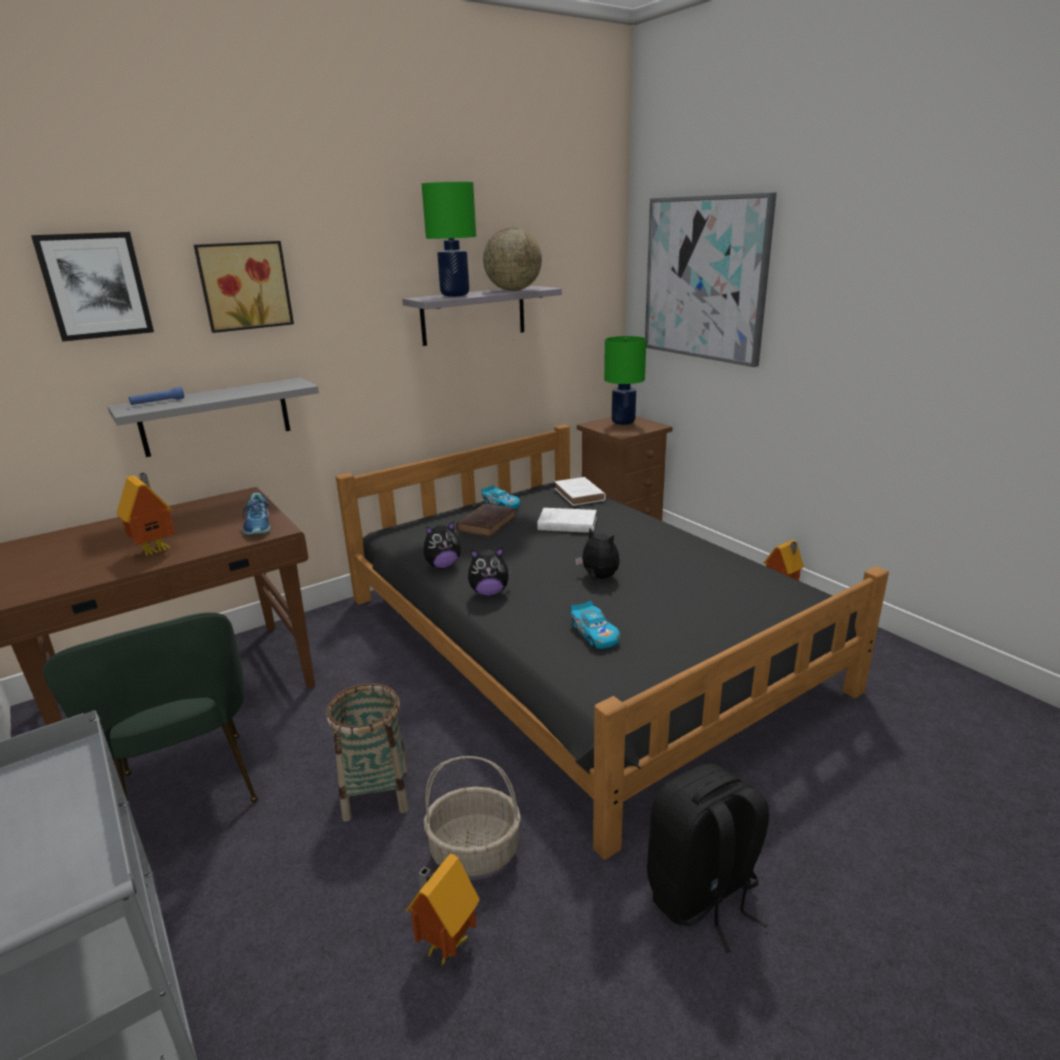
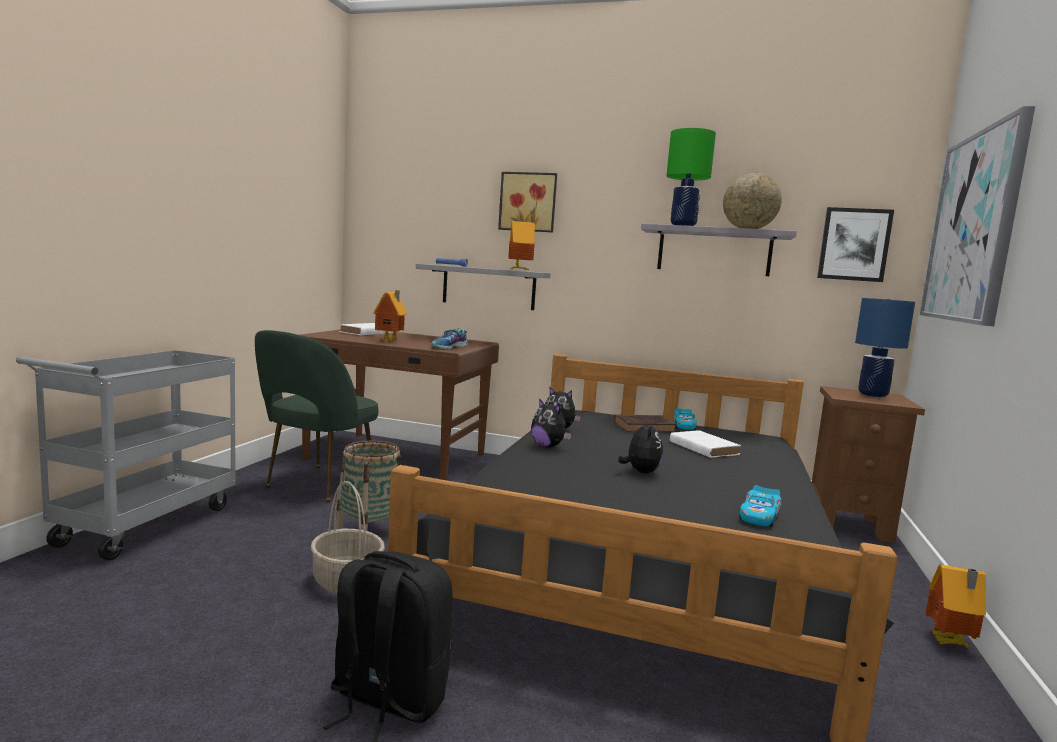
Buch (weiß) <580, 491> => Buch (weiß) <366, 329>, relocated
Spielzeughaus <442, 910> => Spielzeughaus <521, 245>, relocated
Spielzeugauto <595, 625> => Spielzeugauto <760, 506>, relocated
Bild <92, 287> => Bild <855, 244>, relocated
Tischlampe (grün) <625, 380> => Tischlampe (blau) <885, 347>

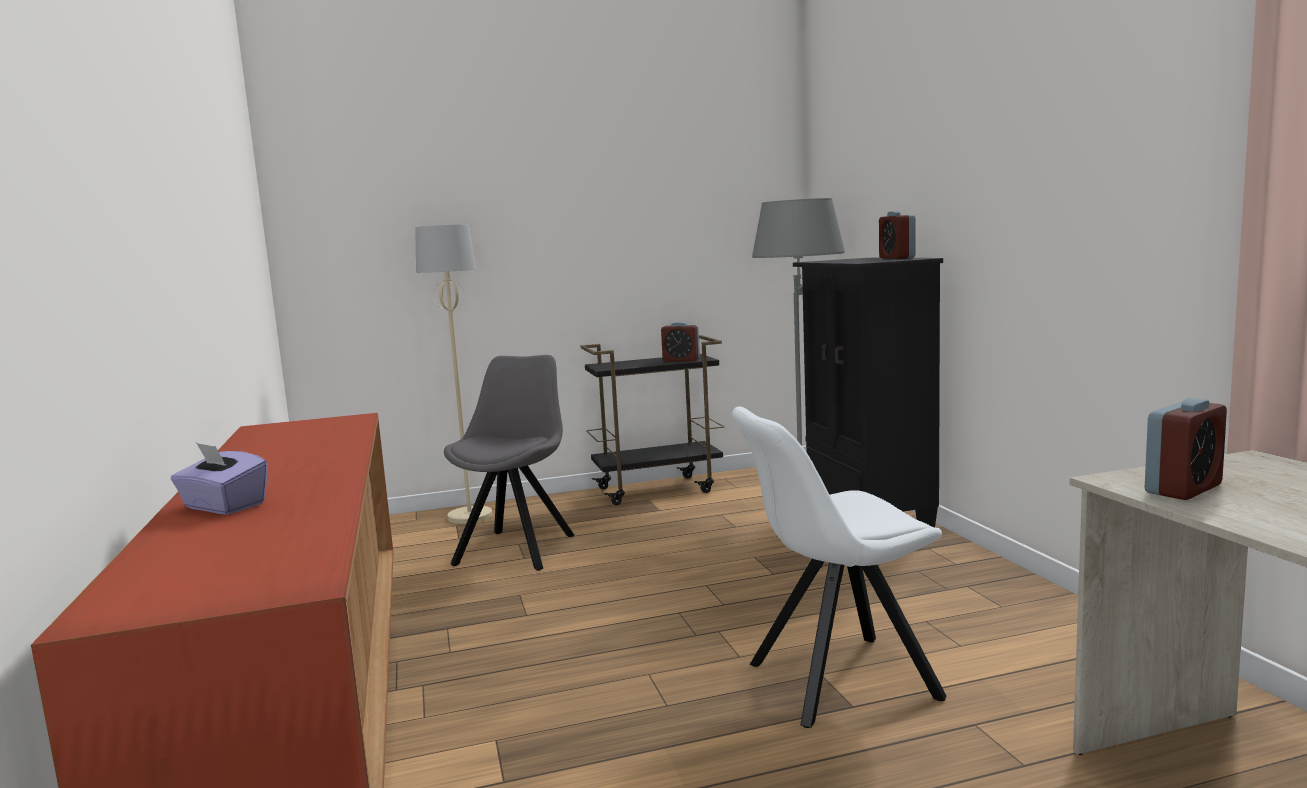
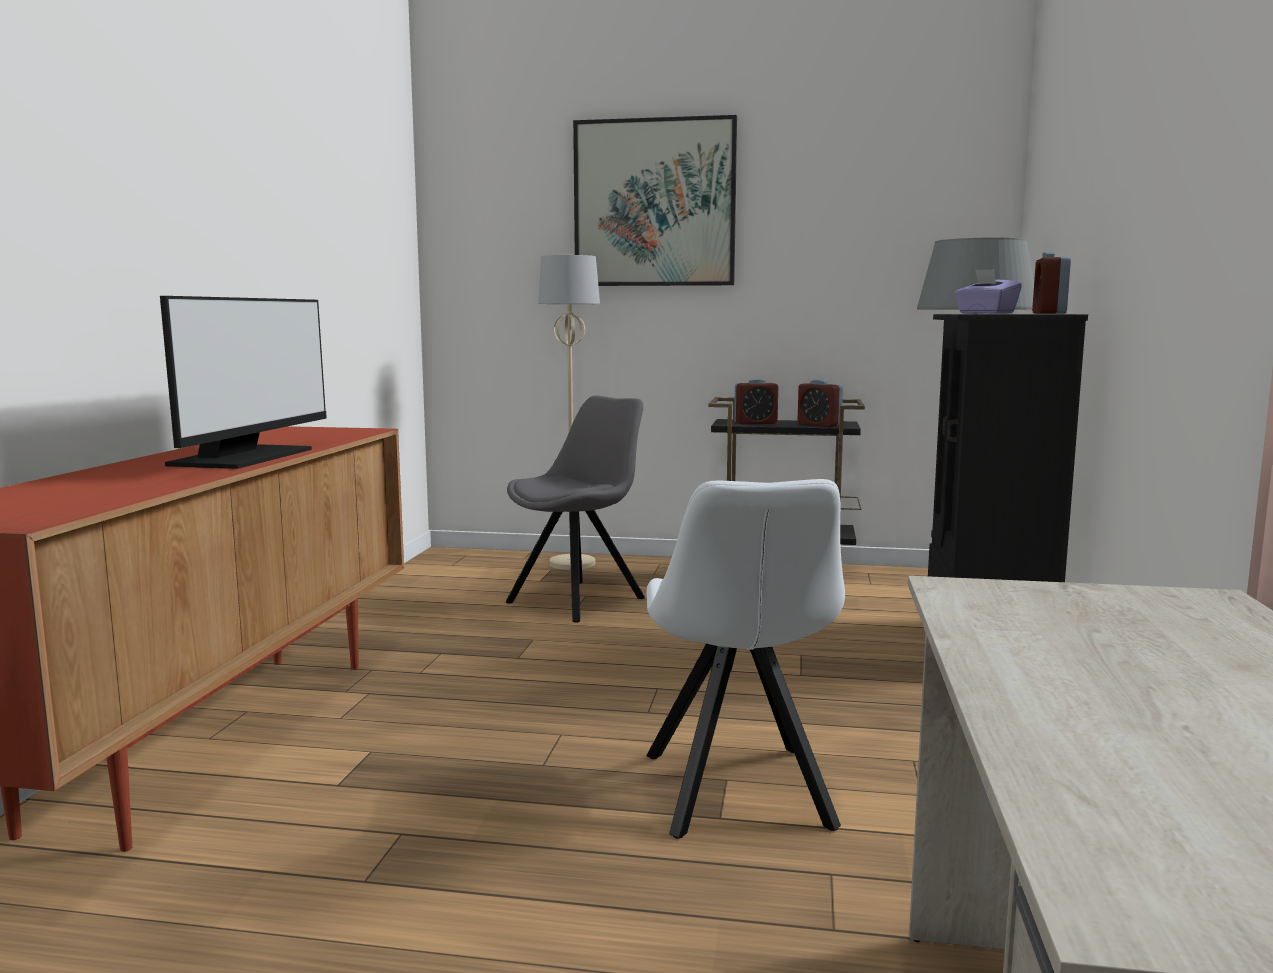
nothing => Monitor <243, 382>
nothing => Bild <655, 200>
Stuhl (weiß) <839, 567> => Stuhl (weiß) <745, 659>, 105 degrees counterclockwise
Wecker <1186, 449> => Wecker <756, 401>, relocated
Taschentuchbox (lila) <219, 479> => Taschentuchbox (lila) <988, 291>, relocated

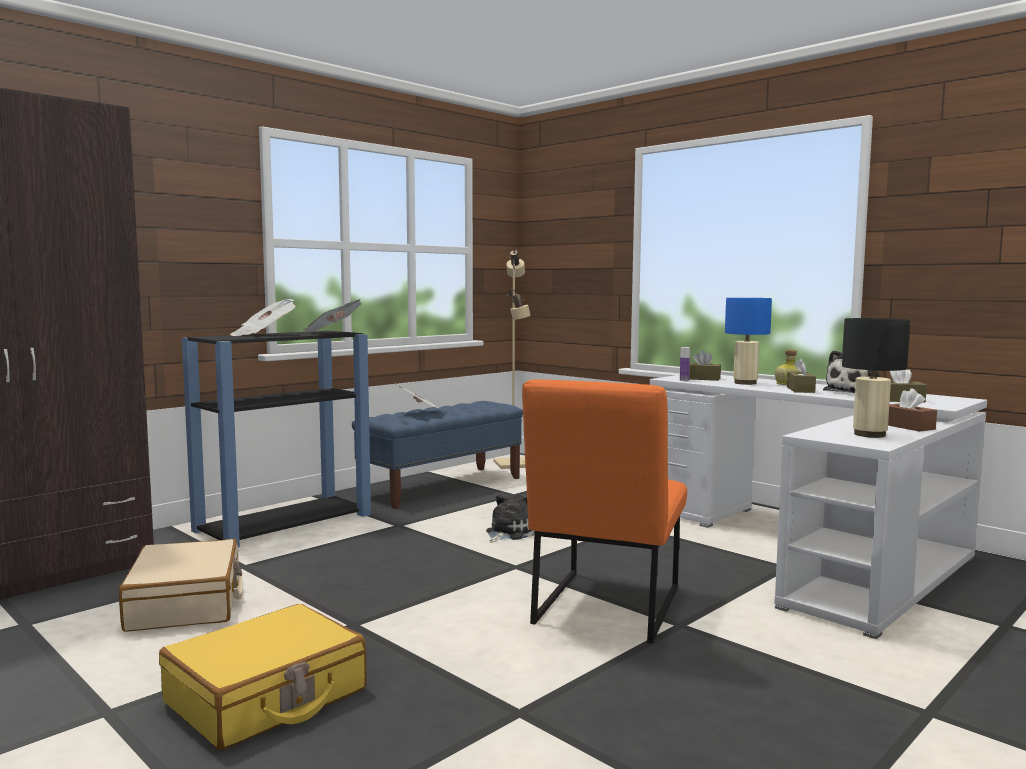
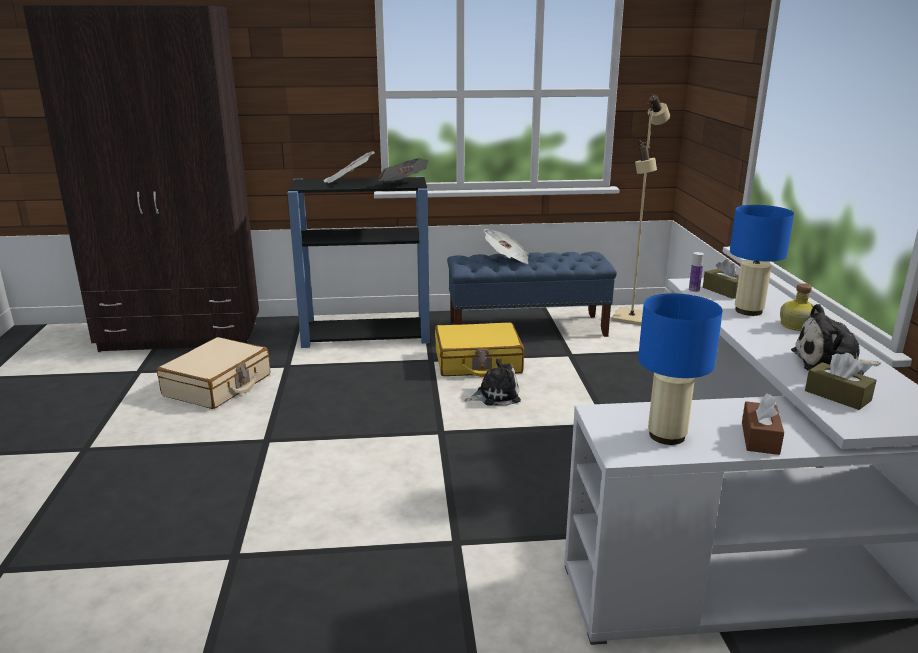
Koffer (gelb) <263, 677> => Koffer (gelb) <479, 349>, relocated
Tischlampe (schwarz) <876, 378> => Tischlampe (blau) <680, 369>
Stuhl (orange) <604, 511> => nothing
Taschentuchbox (braun) <801, 375> => nothing

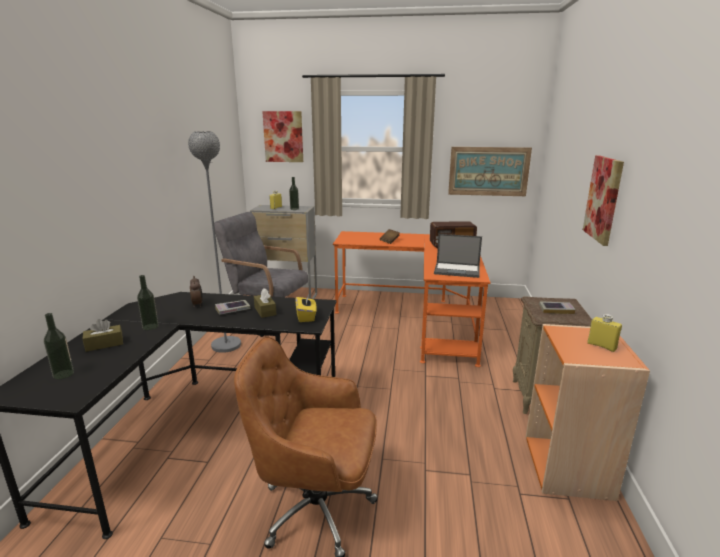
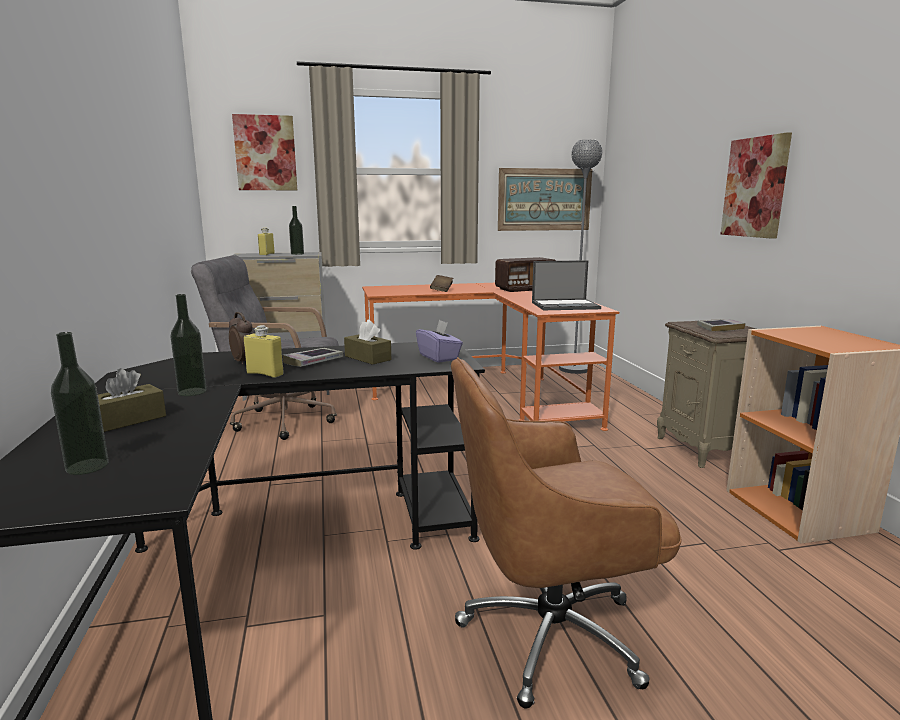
Flasche (gelb) <604, 333> => Flasche (gelb) <264, 351>, relocated
Taschentuchbox (gelb) <306, 307> => Taschentuchbox (lila) <439, 341>
Stehlampe (grau) <214, 242> => Stehlampe (grau) <580, 256>, relocated

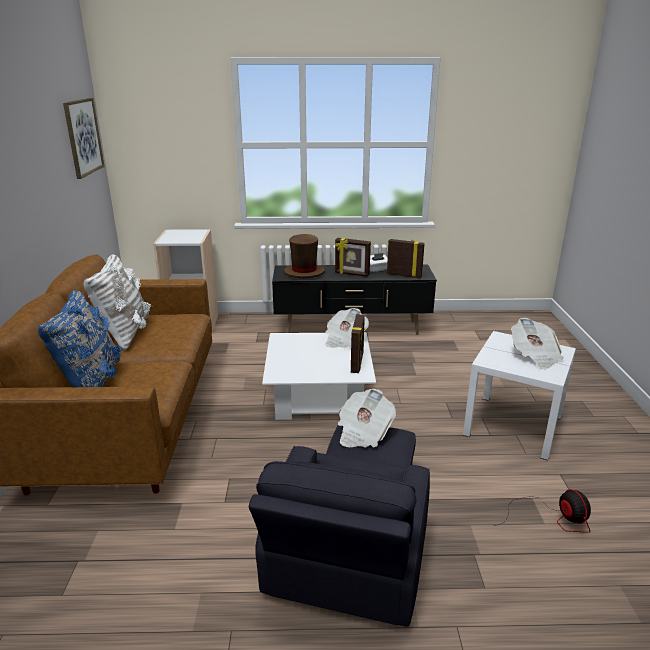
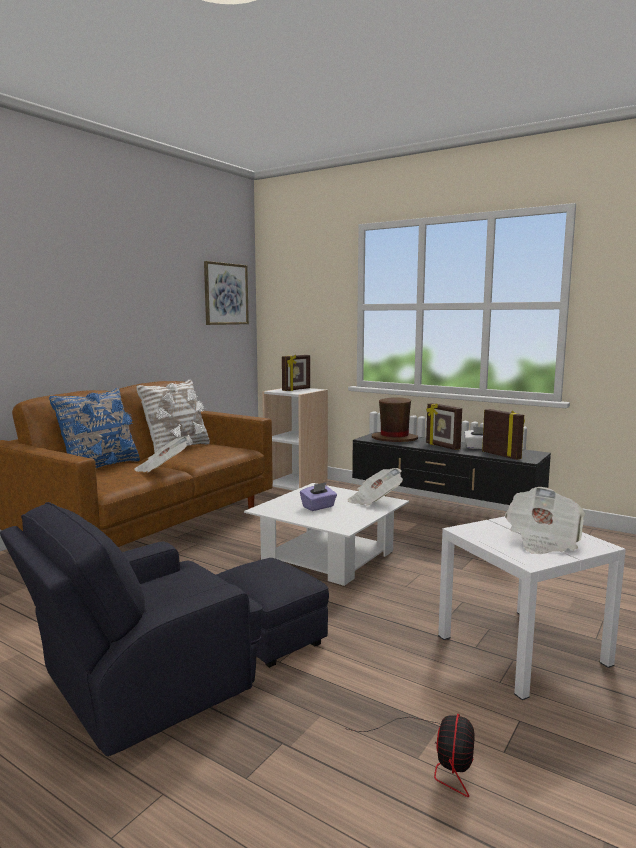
Zeitung <367, 418> => Zeitung <162, 454>, relocated
Bilderrahmen <358, 343> => Bilderrahmen <296, 373>, relocated
nothing => Taschentuchbox (lila) <318, 496>

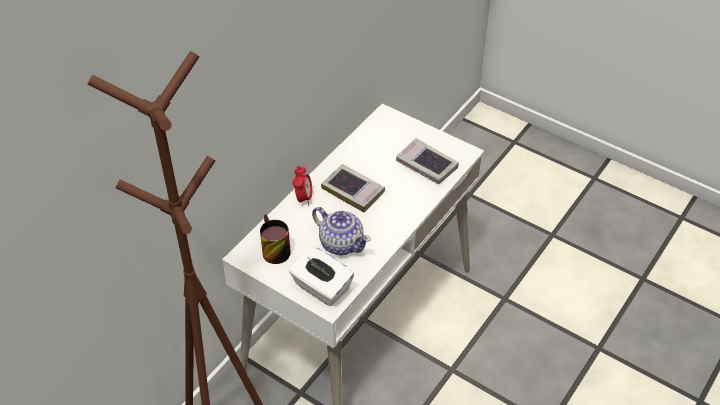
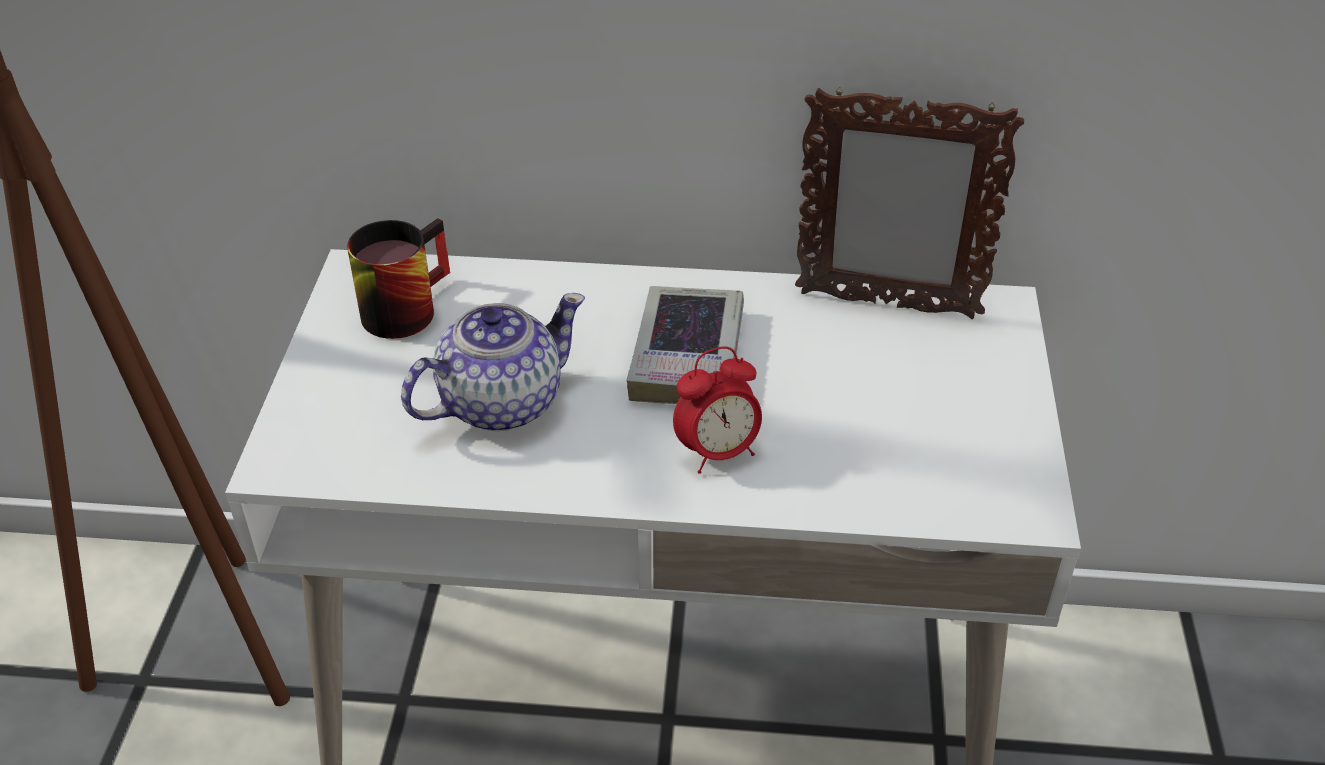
Teekanne <341, 231> => Teekanne <493, 362>, 135 degrees counterclockwise
Wecker <302, 186> => Wecker <717, 410>, relocated
nothing => Bilderrahmen <909, 203>
Taschentuchbox (weiß) <321, 275> => nothing
Buch <427, 161> => nothing

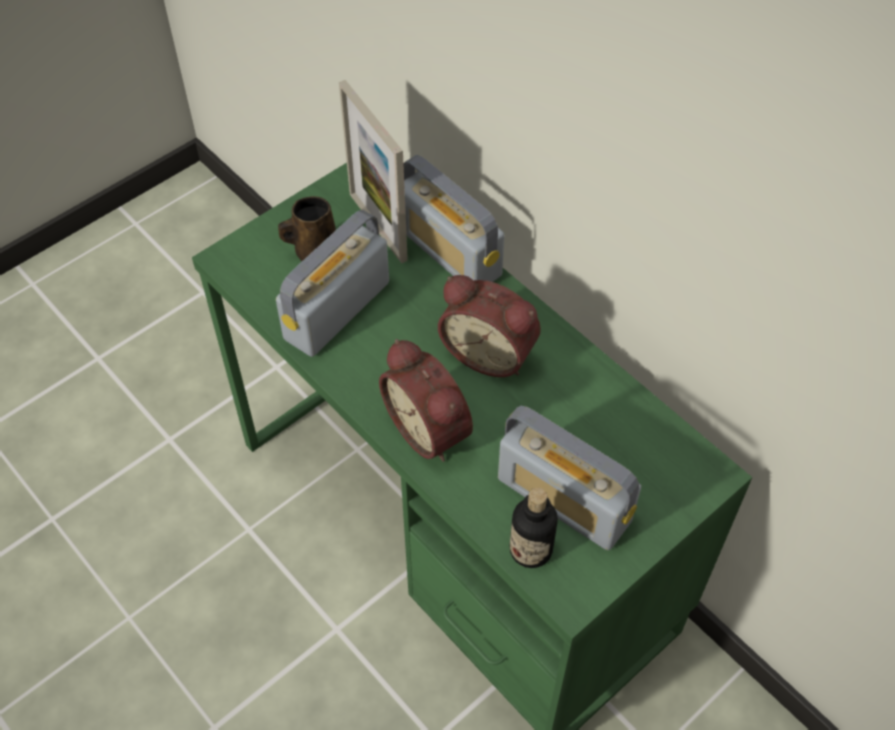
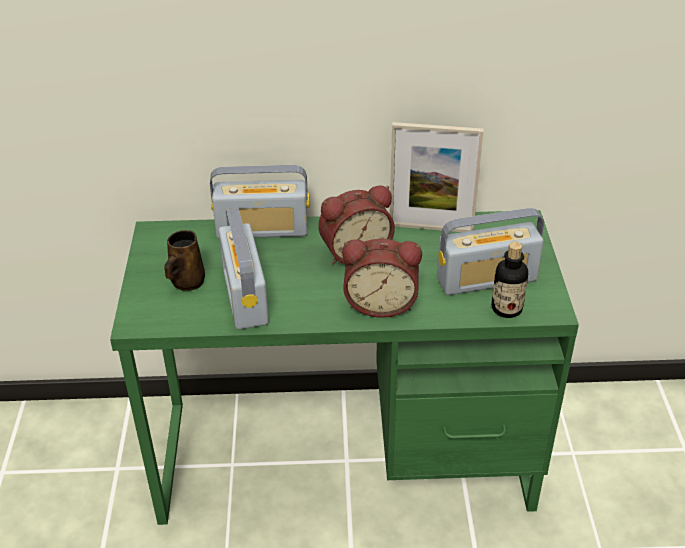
Bilderrahmen <373, 171> => Bilderrahmen <437, 177>, relocated

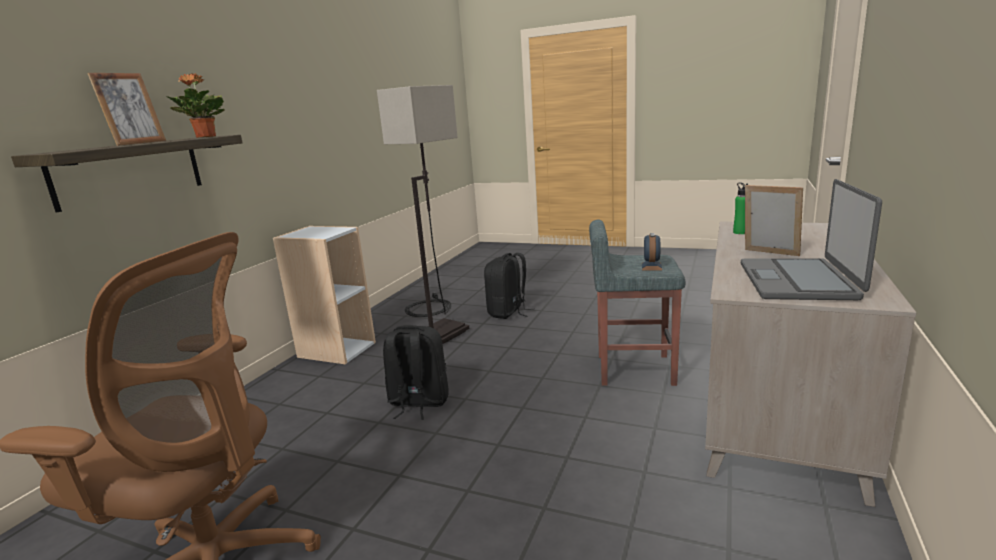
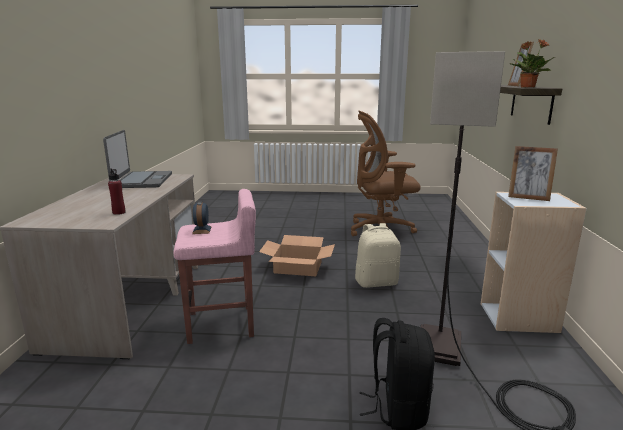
Flasche (grün) <740, 208> => Flasche (rot) <116, 191>
Hocker (grau) <637, 303> => Hocker (rosa) <215, 266>
nothing => Karton <297, 255>
Rucksack (schwarz) <416, 372> => Rucksack (beige) <378, 255>
Bilderrahmen <774, 220> => Bilderrahmen <533, 173>, relocated

